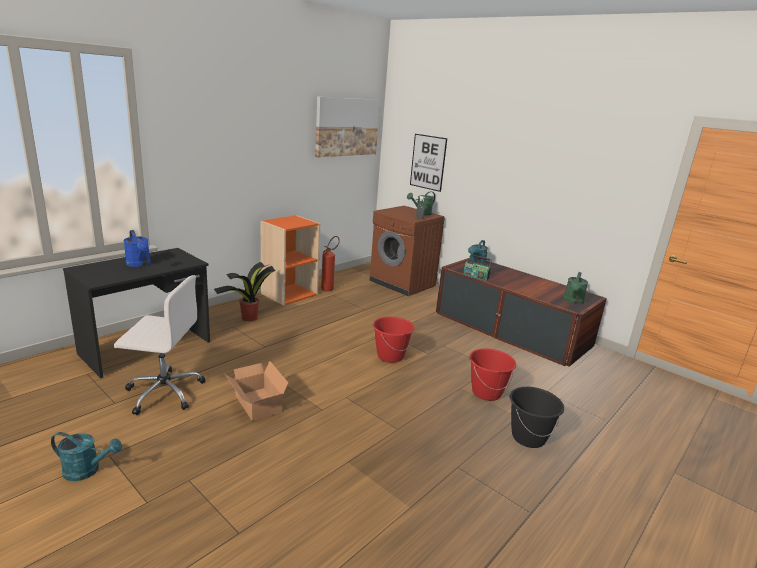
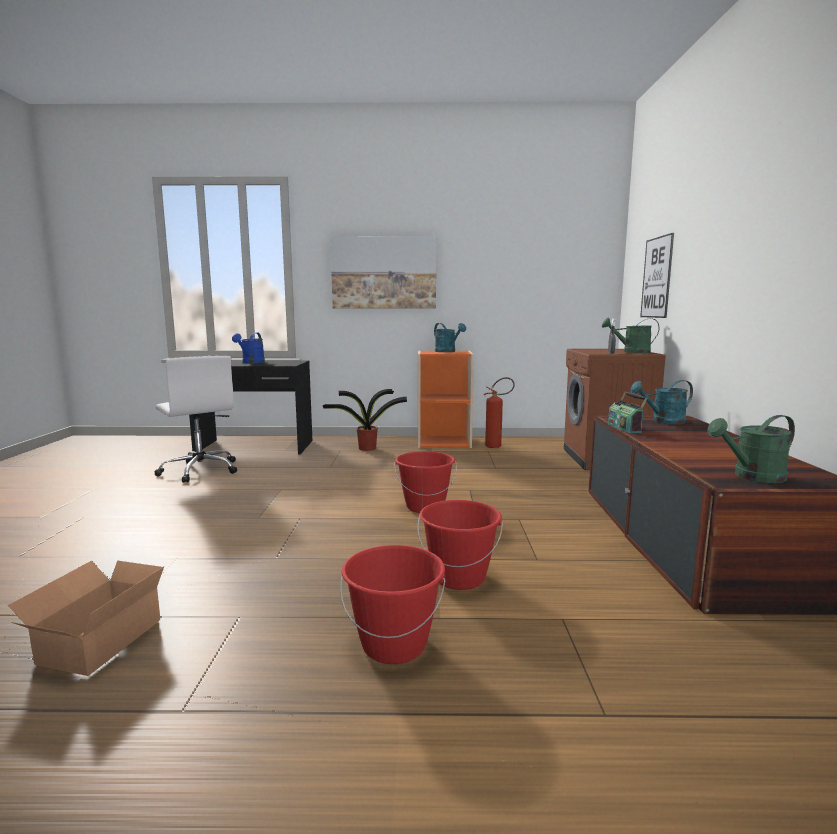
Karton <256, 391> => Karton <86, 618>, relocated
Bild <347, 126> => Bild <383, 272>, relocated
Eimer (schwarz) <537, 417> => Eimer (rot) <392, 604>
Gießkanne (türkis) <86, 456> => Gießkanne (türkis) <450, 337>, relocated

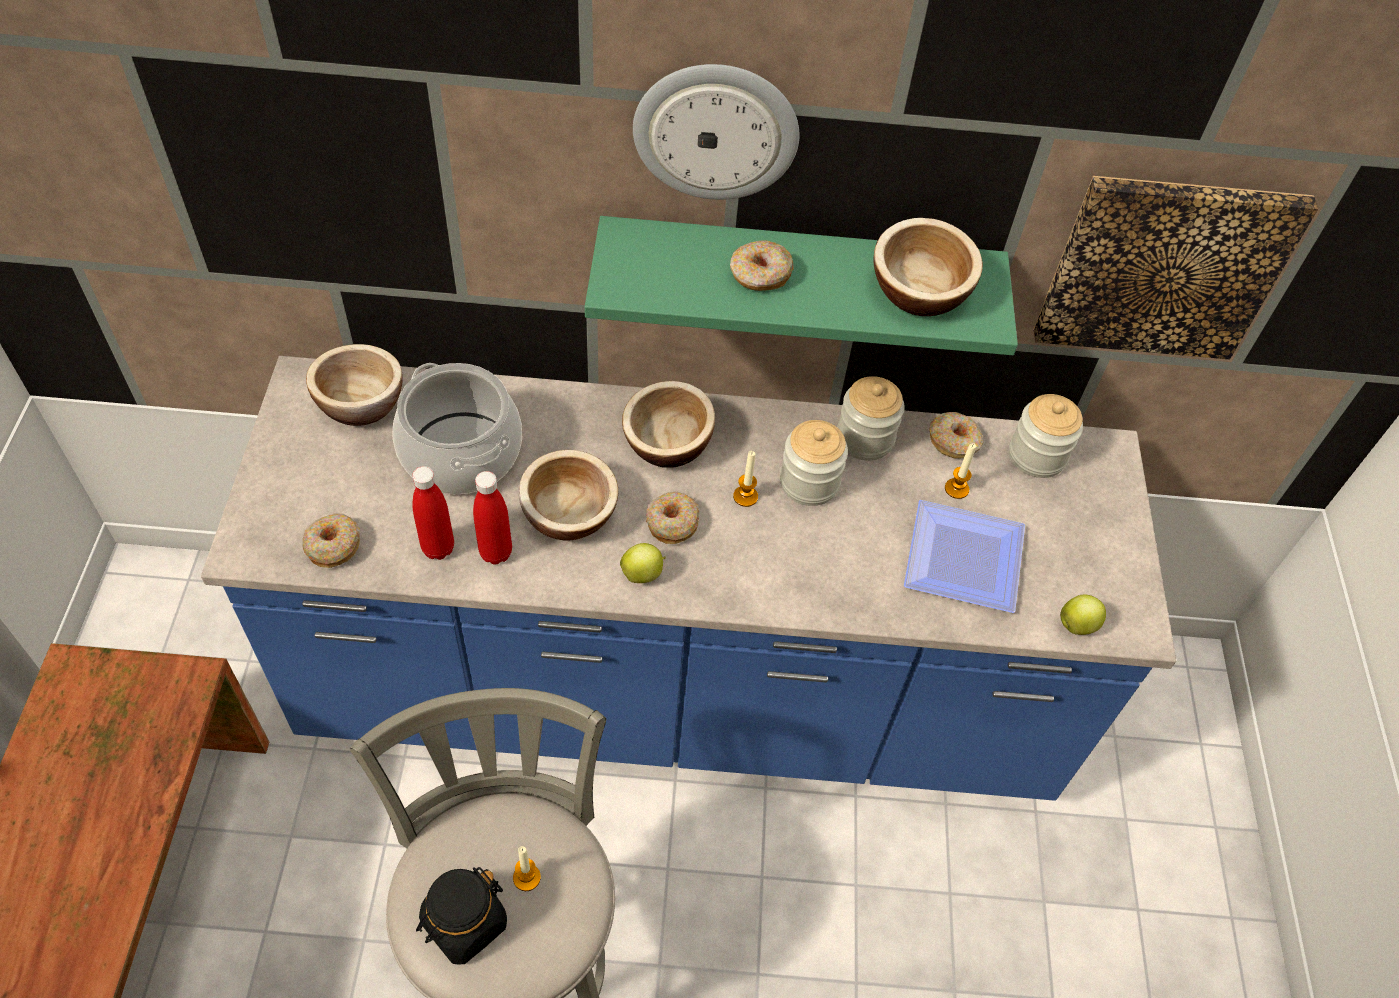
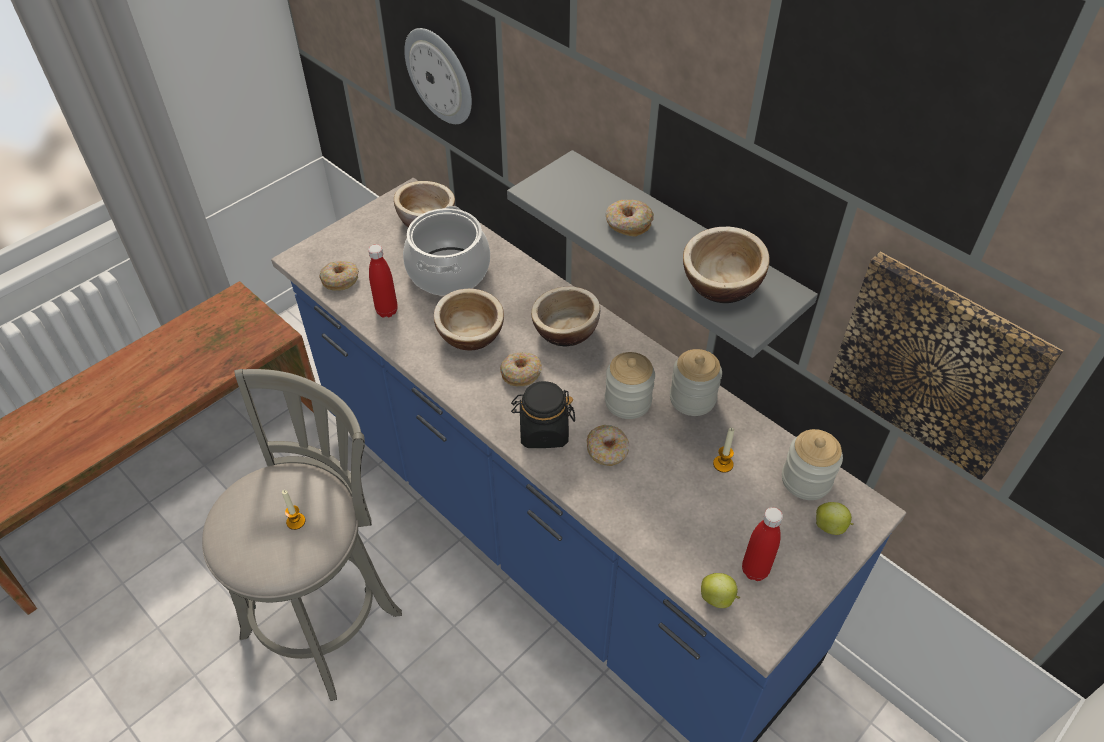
Wanduhr <716, 132> => Wanduhr <438, 76>, relocated
Wandregal (grün) <801, 285> => Wandregal (grau) <662, 254>
Vorratsglas (schwarz) <461, 915> => Vorratsglas (schwarz) <543, 414>, relocated
Donut <956, 435> => Donut <608, 445>, relocated
Flasche (rot) <492, 517> => Flasche (rot) <762, 544>, relocated
Apfel <643, 563> => Apfel <835, 518>, relocated
Kerze <745, 479> => nothing
Teller <964, 556> => nothing

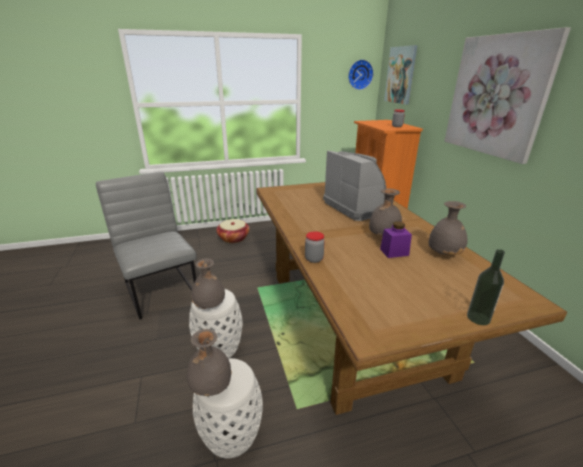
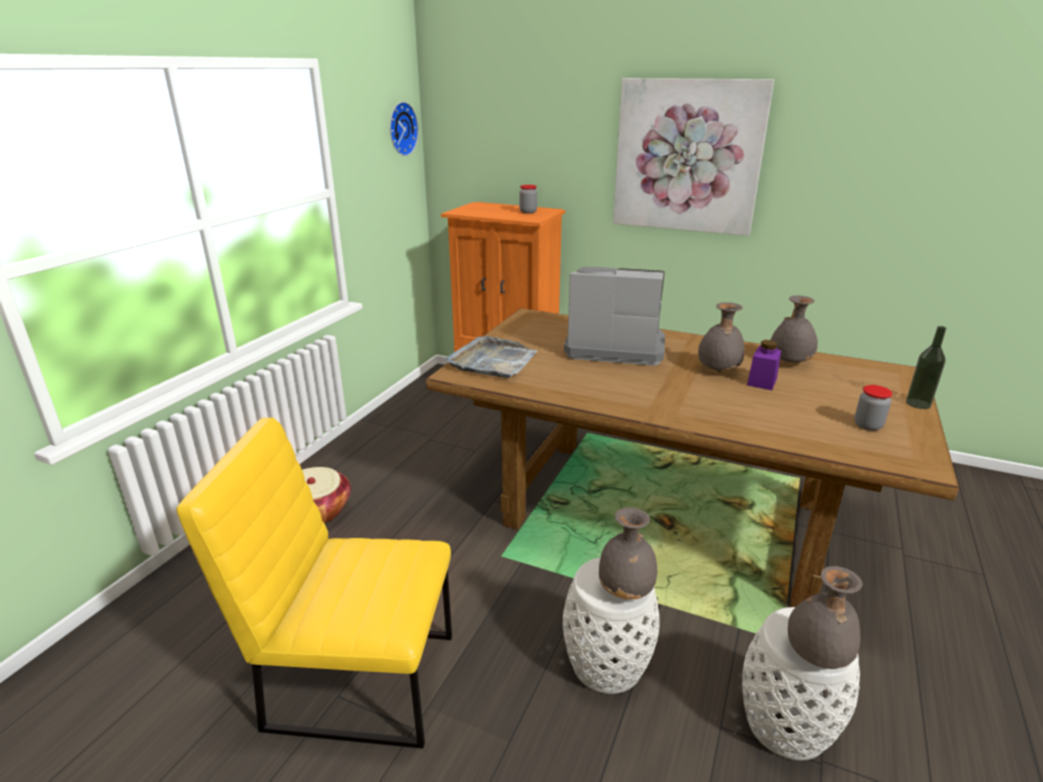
Stuhl (grau) <146, 245> => Stuhl (gelb) <314, 583>
nothing => Tablett (grau) <491, 357>
Vorratsglas <315, 247> => Vorratsglas <874, 408>, relocated
Bild <401, 74> => nothing

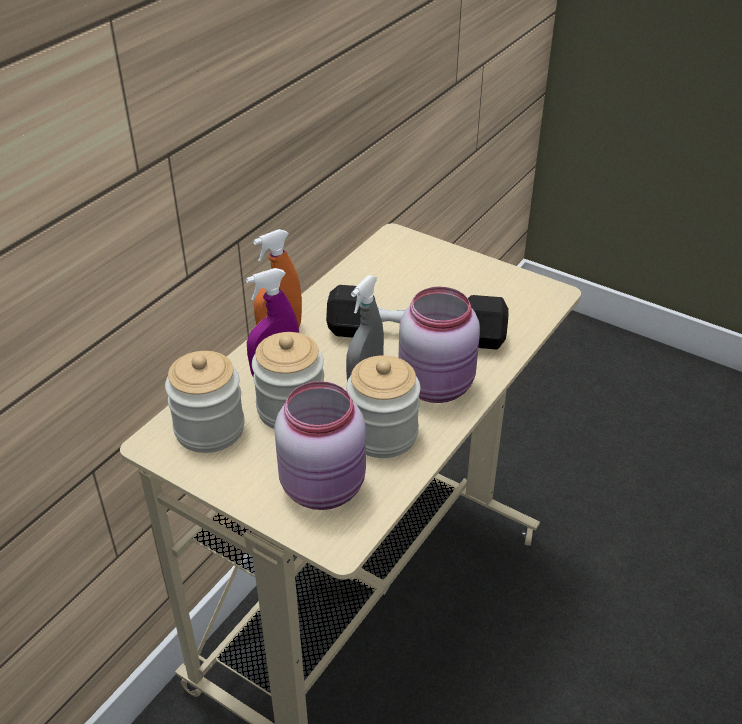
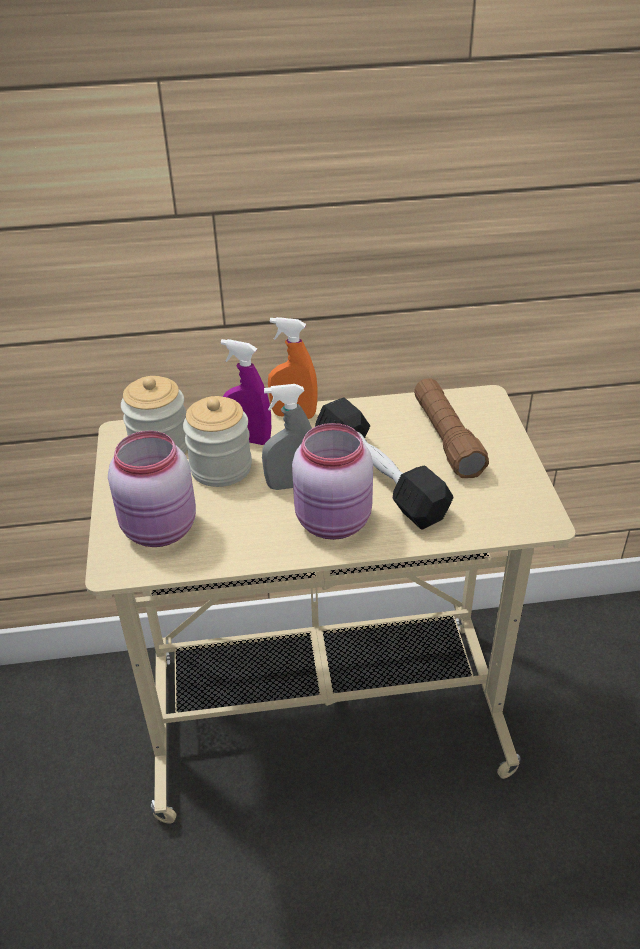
nothing => Taschenlampe (braun) <451, 428>
Vorratsglas <383, 406> => nothing

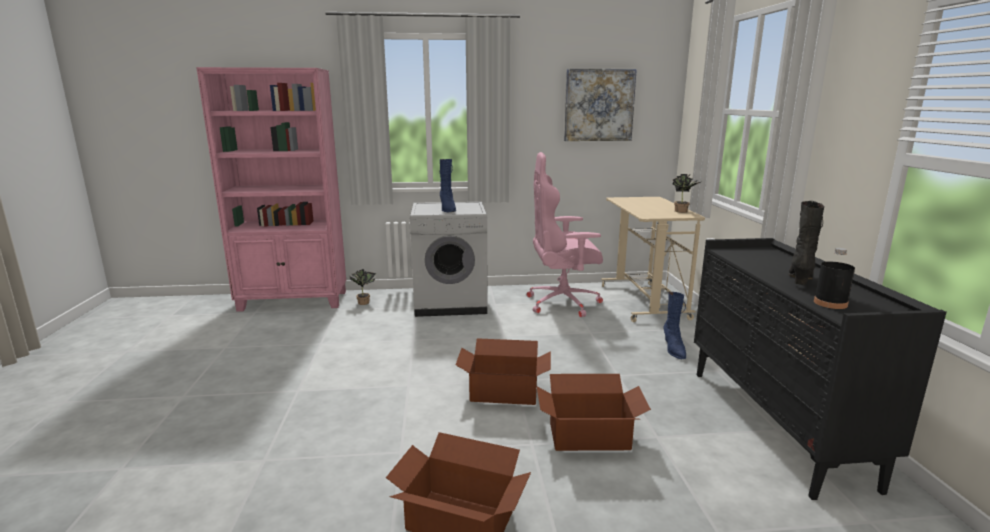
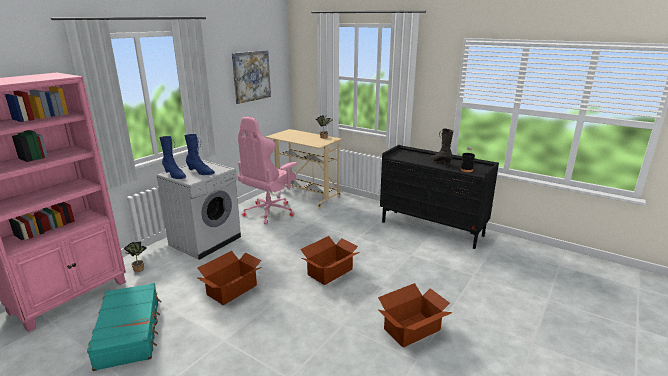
nothing => Koffer (türkis) <124, 327>
Stiefel (blau) <674, 325> => Stiefel (blau) <172, 157>, relocated
Karton <594, 412> => Karton <229, 278>, relocated

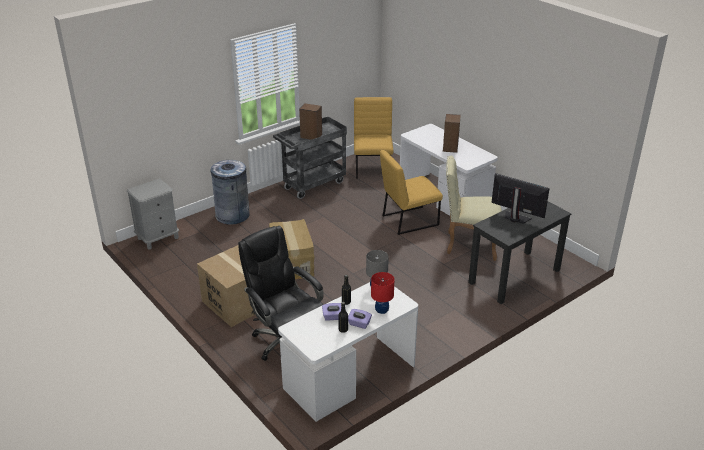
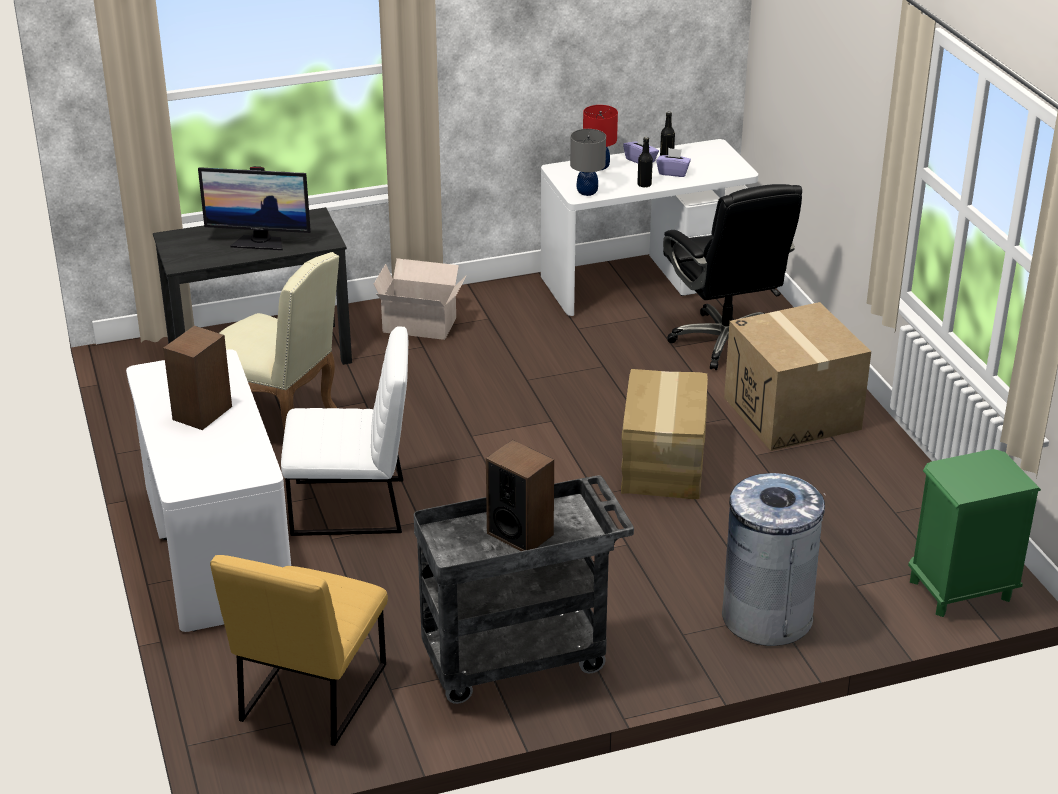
Monitor <521, 198> => Monitor <254, 208>, 45 degrees counterclockwise
Stuhl (gelb) <411, 192> => Stuhl (weiß) <344, 431>
nothing => Karton <420, 299>
Nachttisch (grau) <152, 214> => Nachttisch (grün) <974, 533>

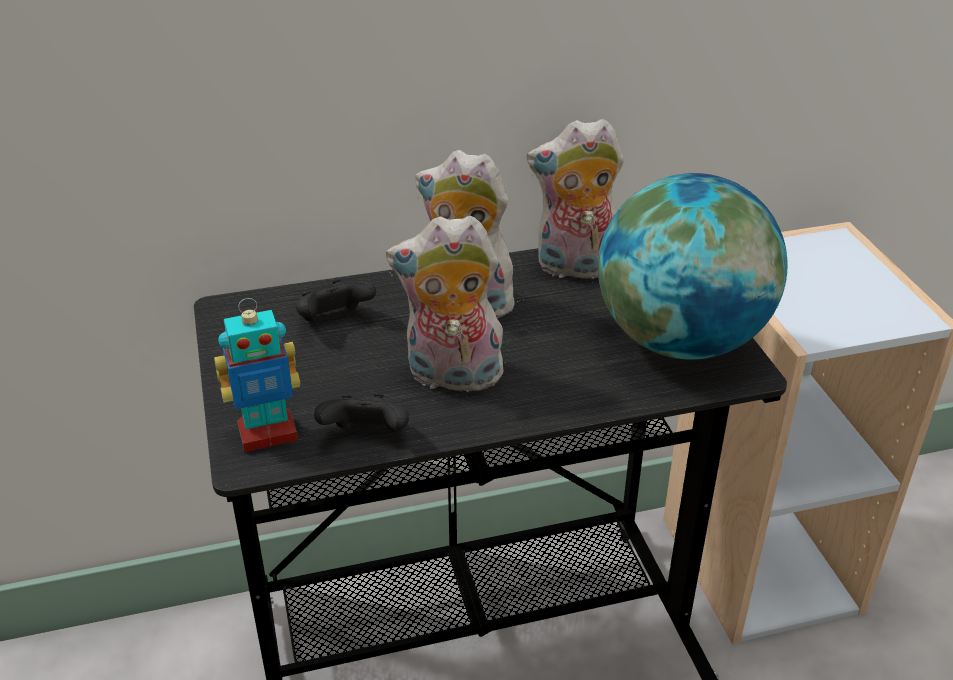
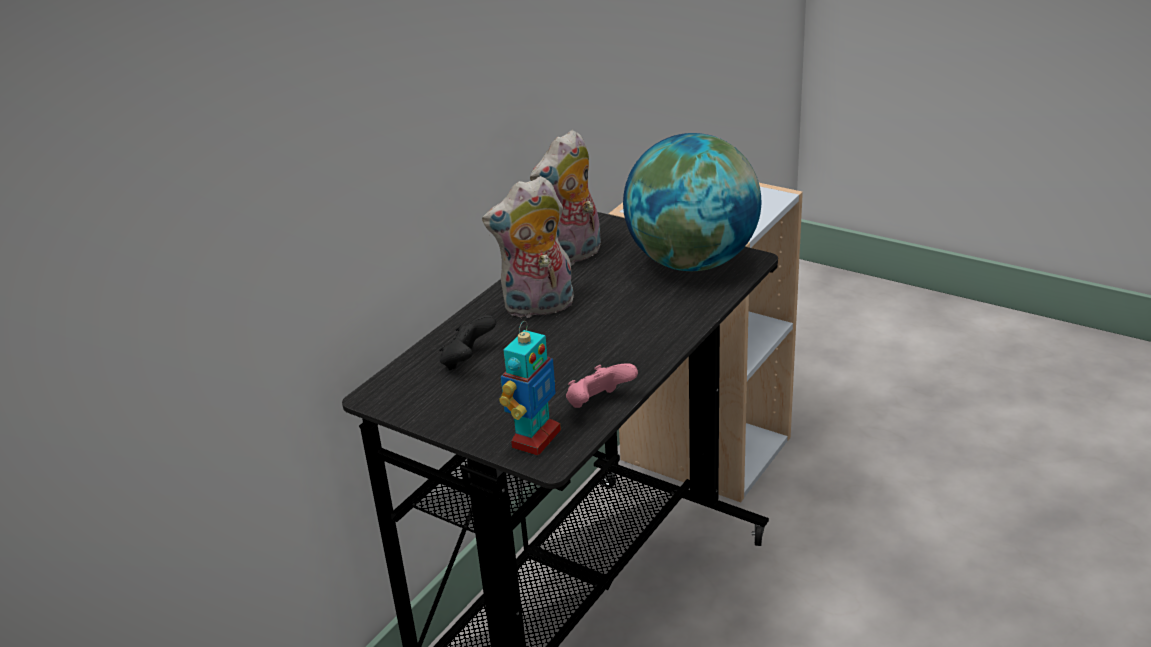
Gamepad (schwarz) <361, 412> => Gamepad (rosa) <602, 385>
Plüschtier <447, 307> => nothing

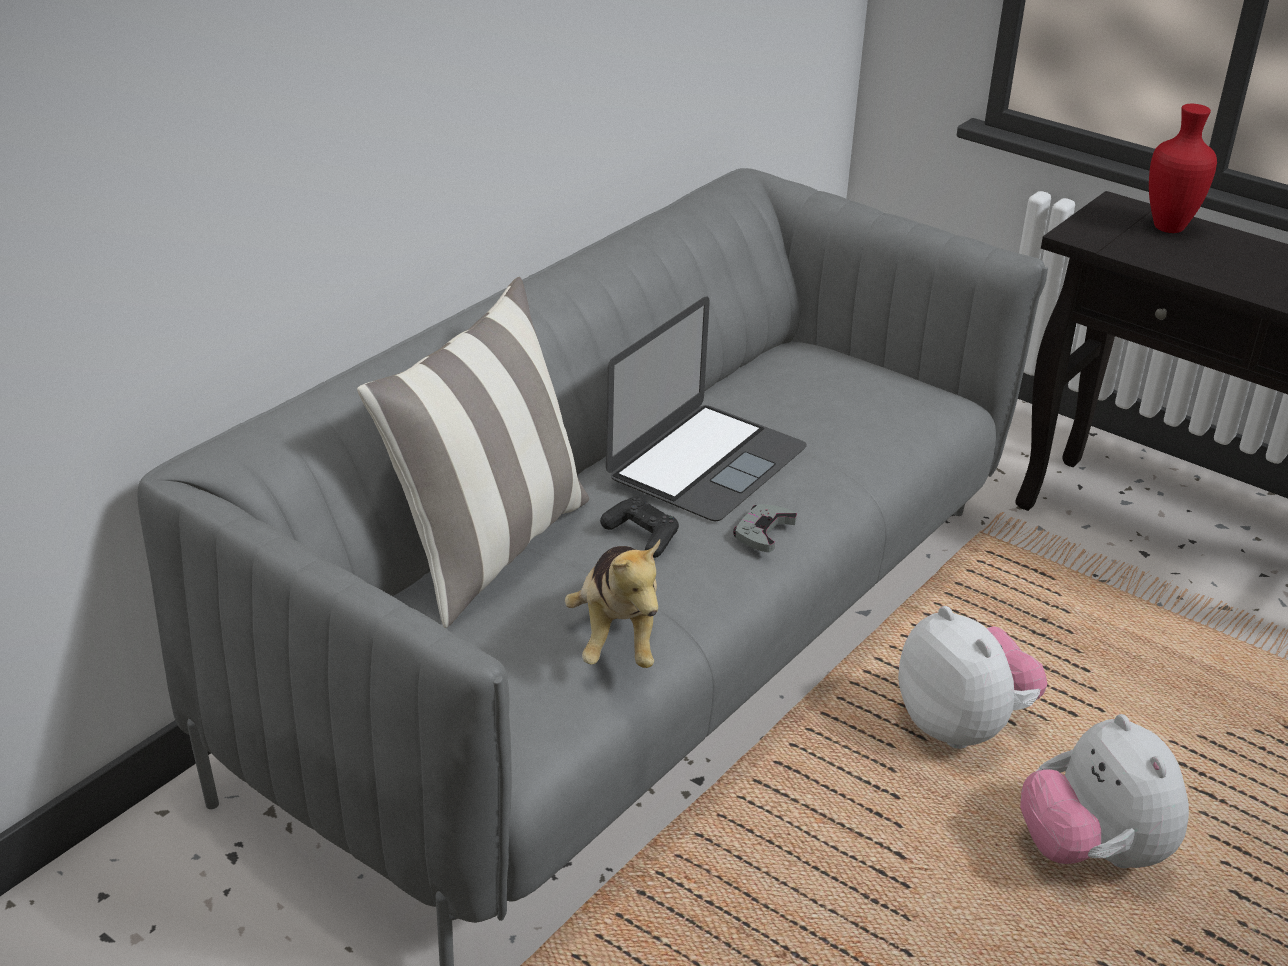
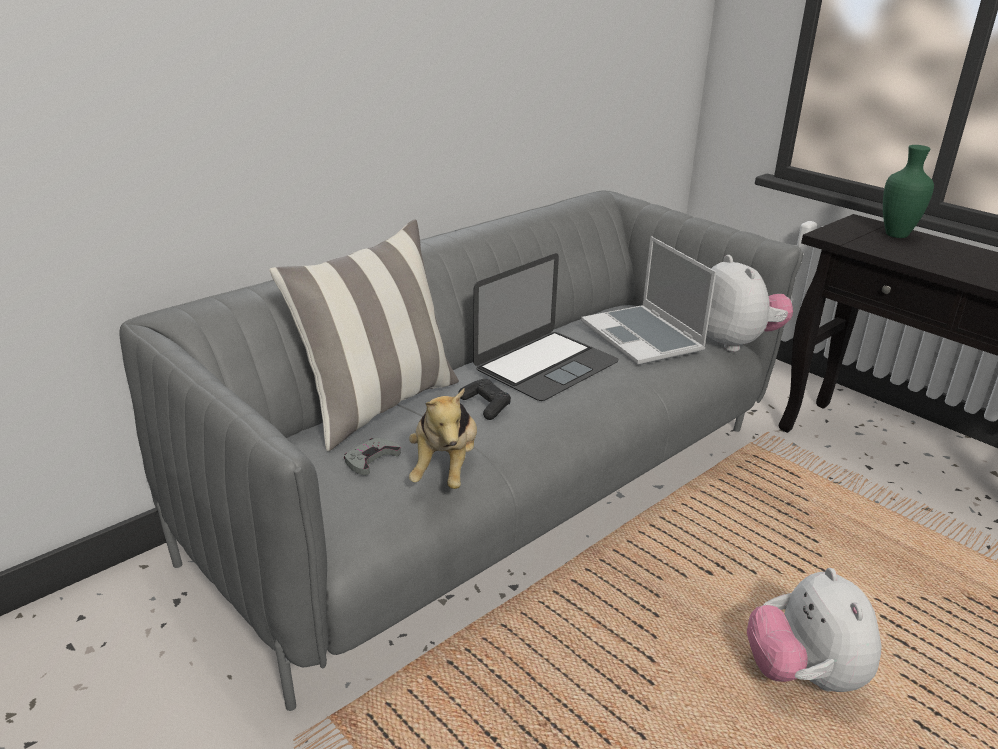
Gamepad (grau) <765, 528> => Gamepad (grau) <372, 456>, relocated
nothing => Laptop <648, 300>
Plüschtier <972, 677> => Plüschtier <750, 303>, relocated
Vase (rot) <1183, 168> => Vase (grün) <908, 191>

